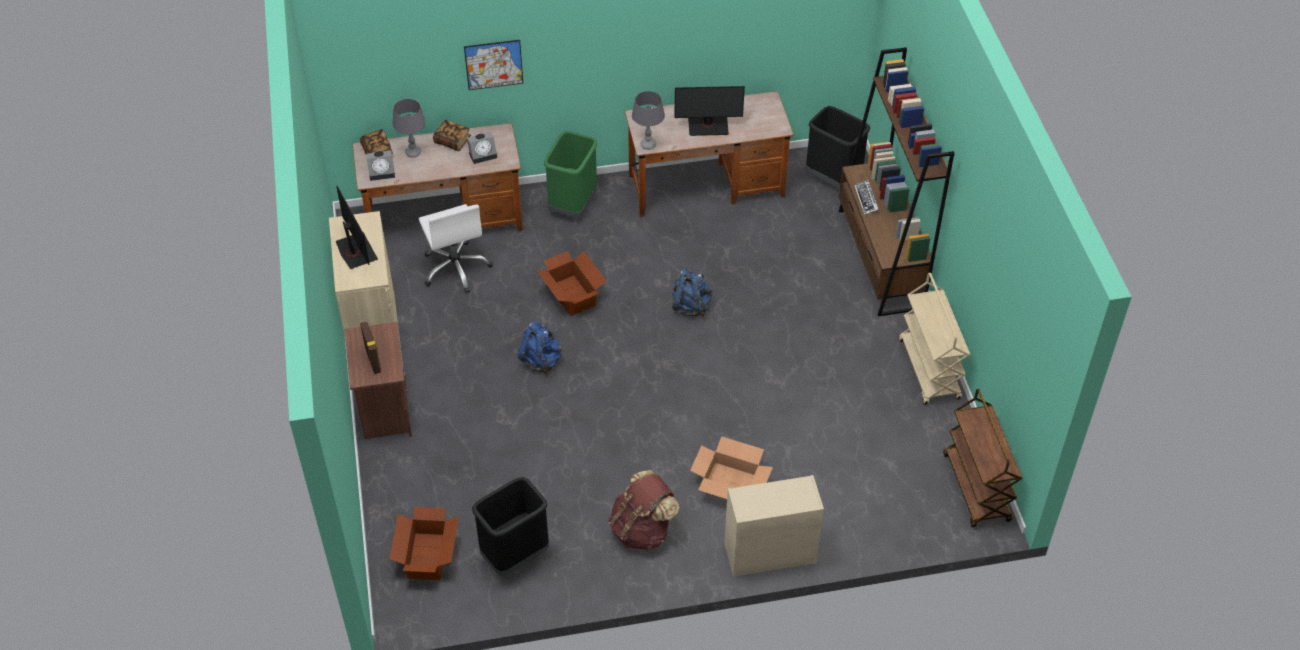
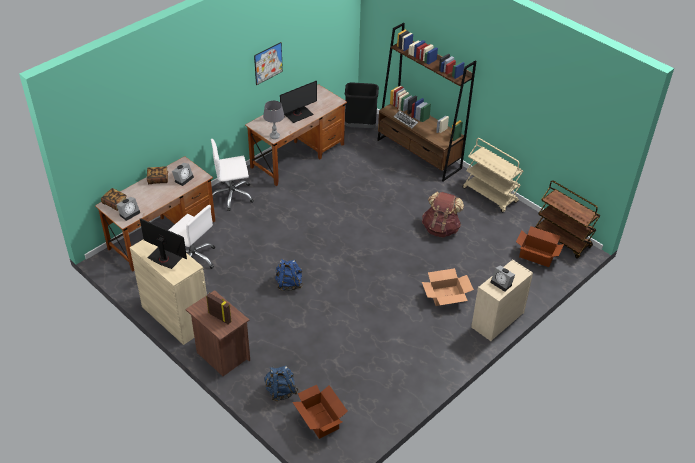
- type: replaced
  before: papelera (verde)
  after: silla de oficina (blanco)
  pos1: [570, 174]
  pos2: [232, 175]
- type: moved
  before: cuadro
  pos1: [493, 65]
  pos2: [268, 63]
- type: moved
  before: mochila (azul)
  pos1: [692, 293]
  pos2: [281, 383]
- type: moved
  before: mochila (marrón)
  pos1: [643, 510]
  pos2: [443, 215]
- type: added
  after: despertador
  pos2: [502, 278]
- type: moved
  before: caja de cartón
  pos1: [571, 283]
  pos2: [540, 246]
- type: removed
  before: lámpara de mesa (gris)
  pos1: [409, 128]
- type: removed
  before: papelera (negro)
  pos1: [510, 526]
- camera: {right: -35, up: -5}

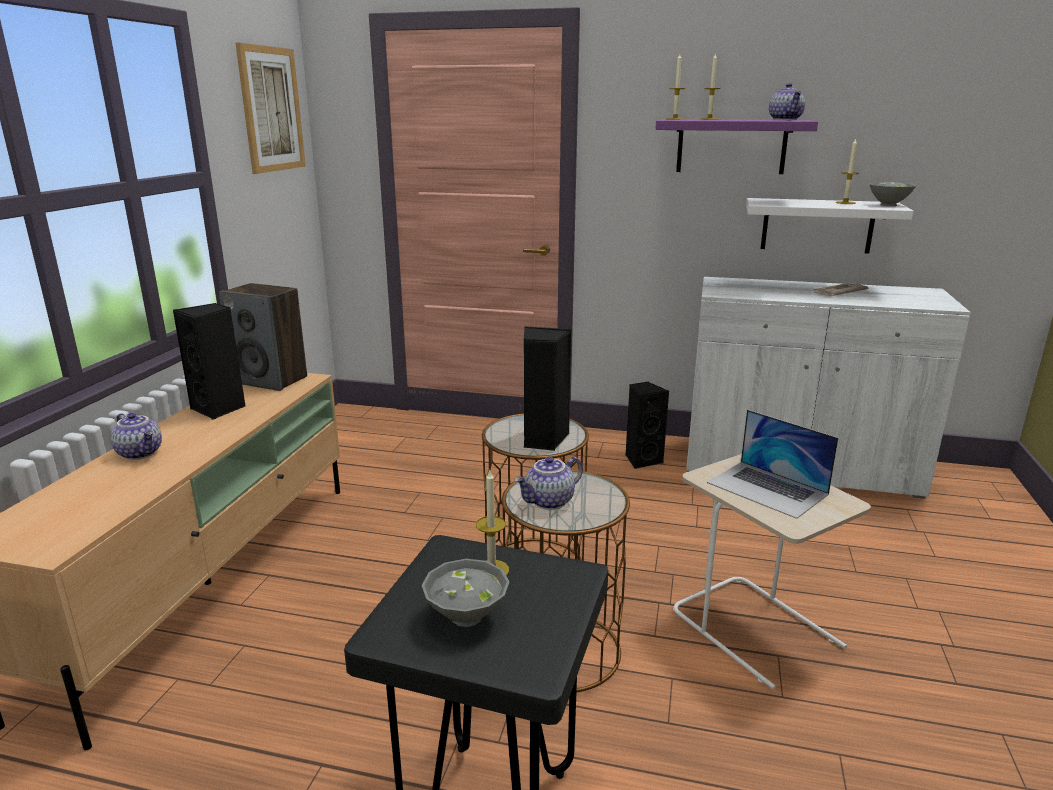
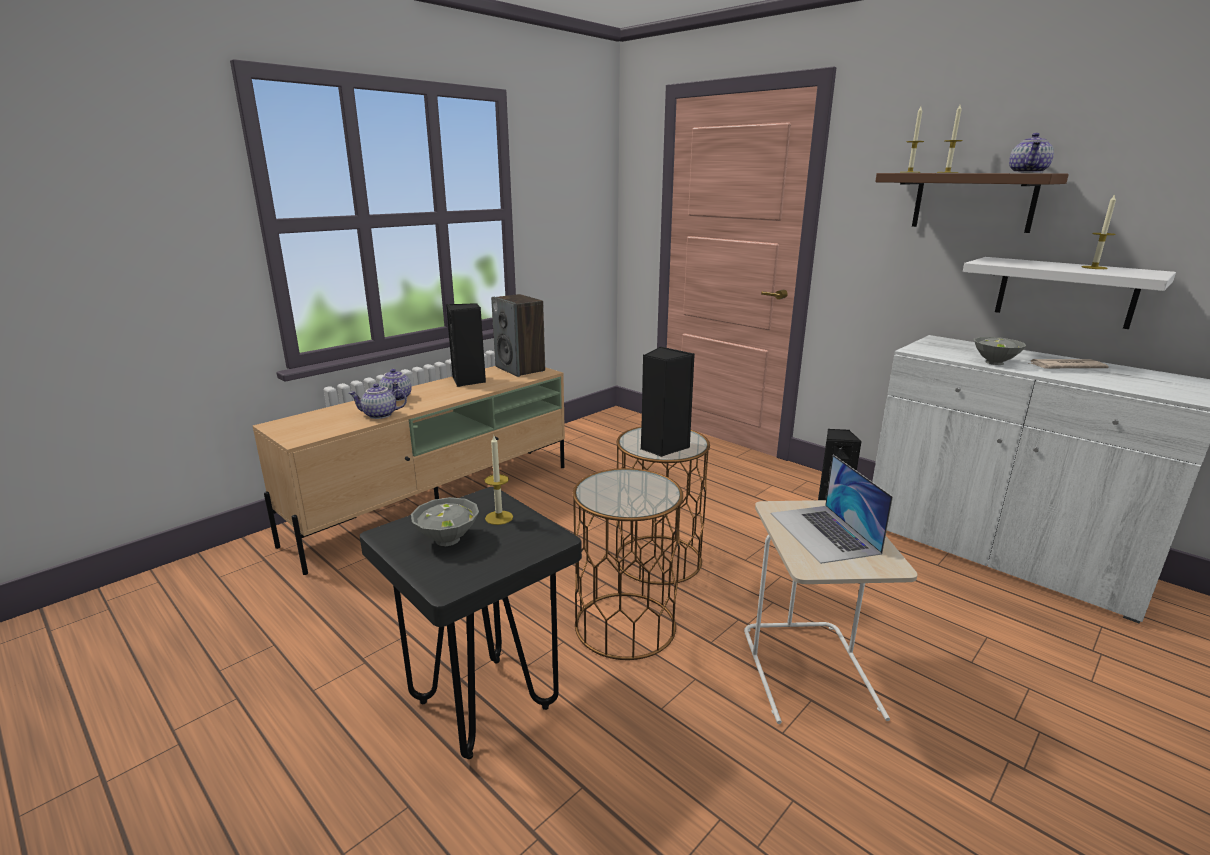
- type: moved
  before: tetera
  pos1: [548, 483]
  pos2: [377, 401]
- type: recoloured
  before: estante (morado)
  after: estante (marrón)
  pos1: [736, 146]
  pos2: [972, 203]
- type: moved
  before: cuenco (gris)
  pos1: [892, 194]
  pos2: [1000, 351]
- type: removed
  before: cuadro
  pos1: [271, 108]
- camera: {right: 30, up: 0}

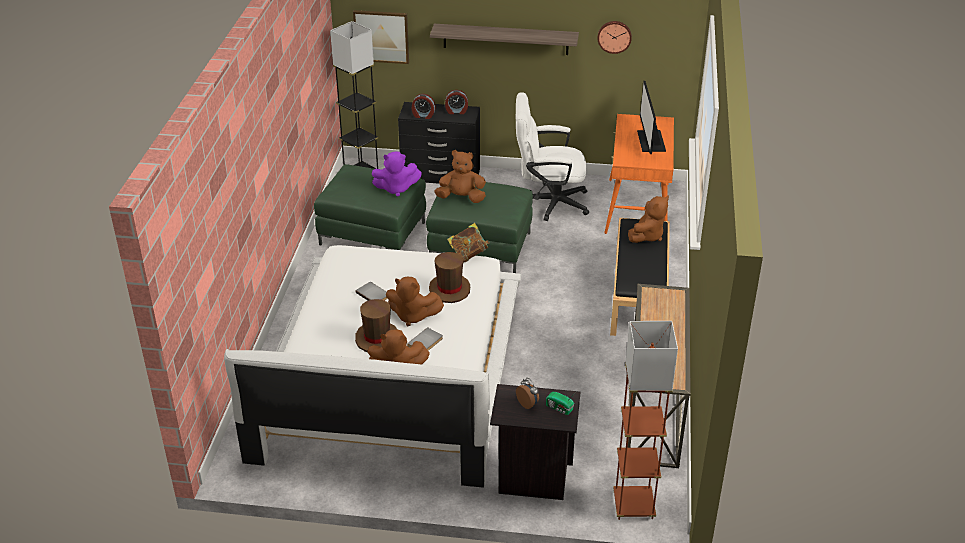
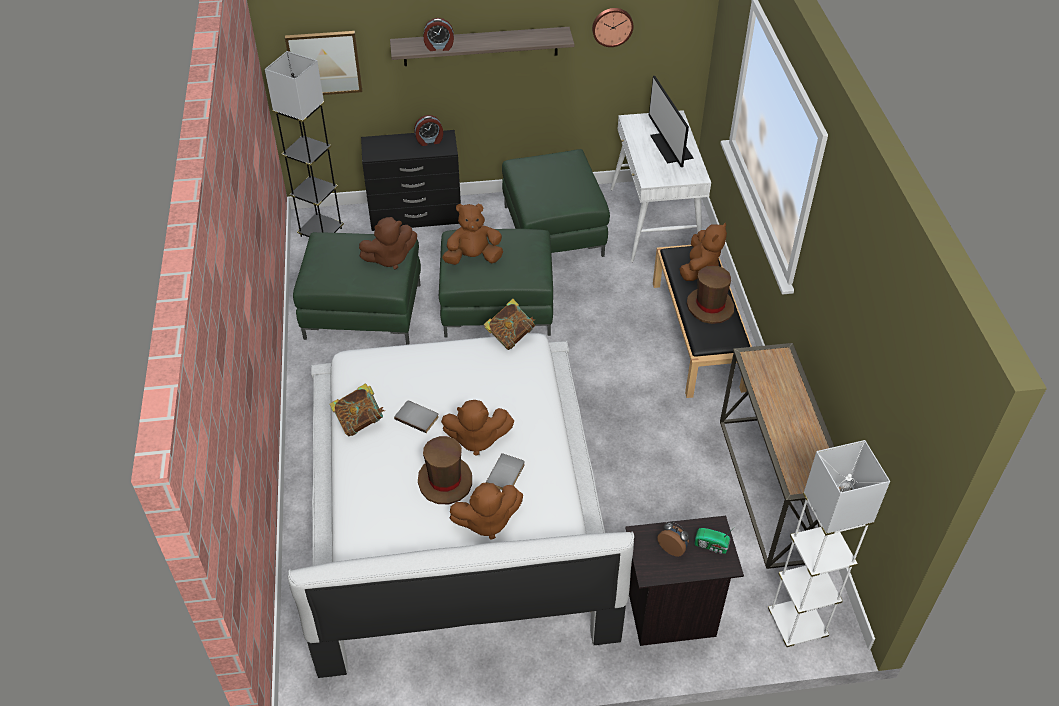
- type: added
  after: libro
  pos2: [357, 409]
- type: recoloured
  before: peluche (morado)
  after: peluche (marrón)
  pos1: [397, 174]
  pos2: [388, 243]
- type: moved
  before: despertador
  pos1: [424, 106]
  pos2: [439, 34]
- type: replaced
  before: silla de oficina (blanco)
  after: puf (verde)
  pos1: [552, 156]
  pos2: [556, 203]
- type: recoloured
  before: escritorio (naranja)
  after: escritorio (blanco)
  pos1: [639, 174]
  pos2: [660, 186]
- type: moved
  before: sombrero (marrón)
  pos1: [449, 277]
  pos2: [710, 295]
- type: recoloured
  before: lámpara de pie (marrón)
  after: lámpara de pie (blanco)
  pos1: [645, 420]
  pos2: [829, 544]
- camera: {right: -15, up: 10}

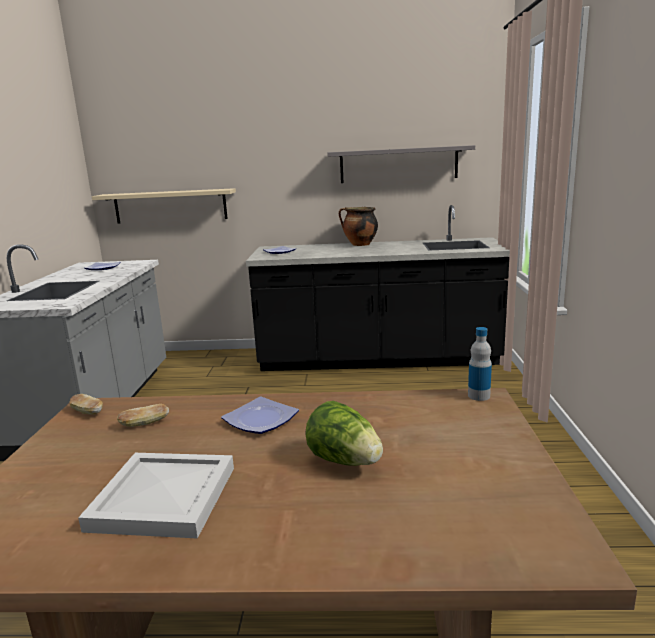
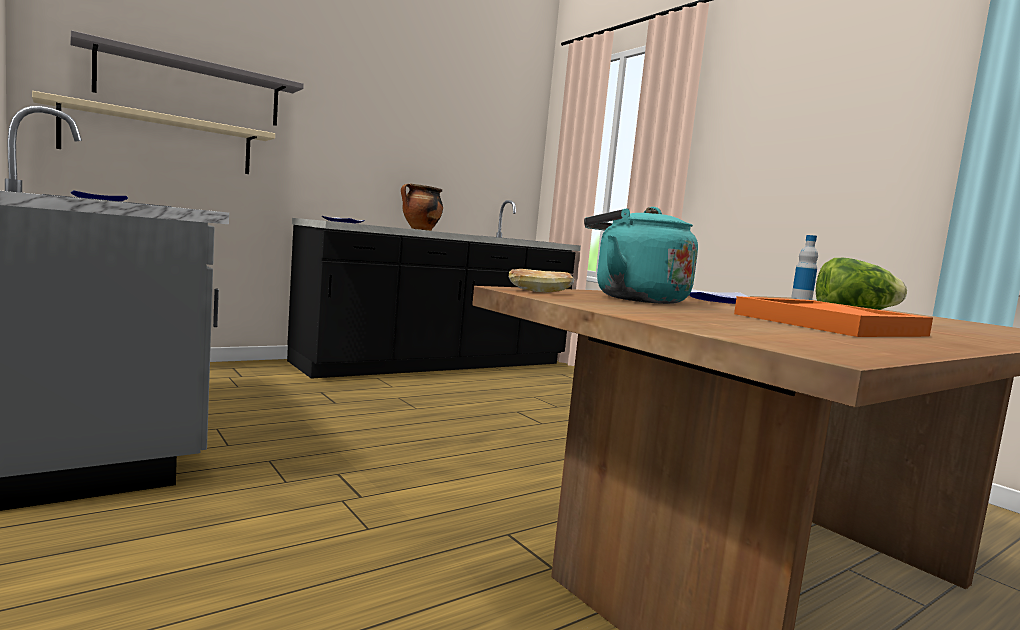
- type: moved
  before: estante (gris)
  pos1: [401, 164]
  pos2: [187, 78]
- type: replaced
  before: pan
  after: hervidor (turquesa)
  pos1: [143, 415]
  pos2: [641, 255]
- type: recoloured
  before: bandeja (blanco)
  after: bandeja (naranja)
  pos1: [156, 496]
  pos2: [833, 316]
- camera: {right: -40, up: -10}

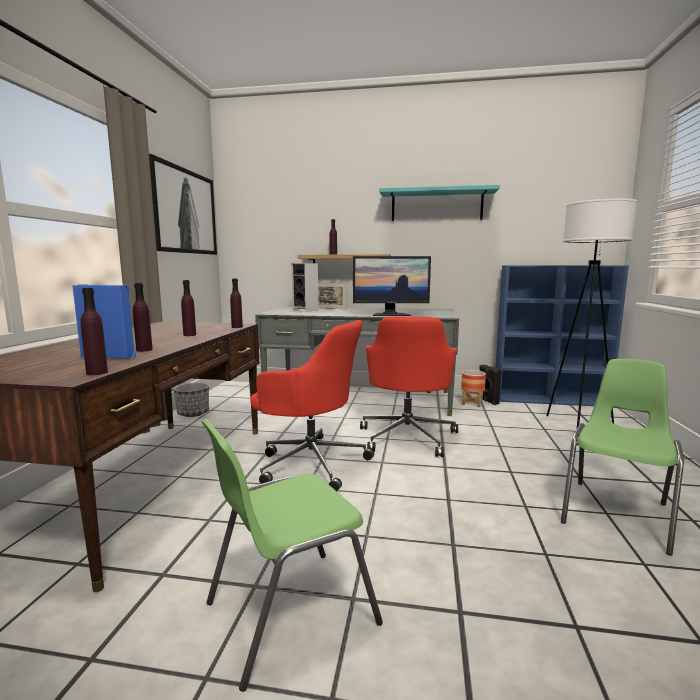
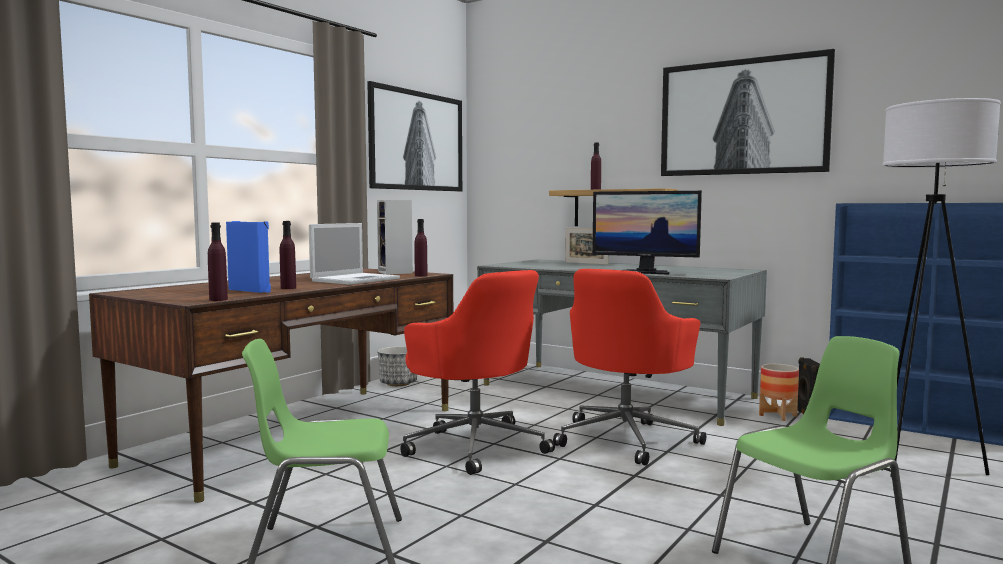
- type: replaced
  before: botella (morado)
  after: portátil
  pos1: [188, 308]
  pos2: [354, 254]
- type: moved
  before: altavoz
  pos1: [304, 287]
  pos2: [395, 237]
- type: replaced
  before: estante (turquesa)
  after: cuadro
  pos1: [439, 203]
  pos2: [748, 112]
- camera: {right: 25, up: -5}

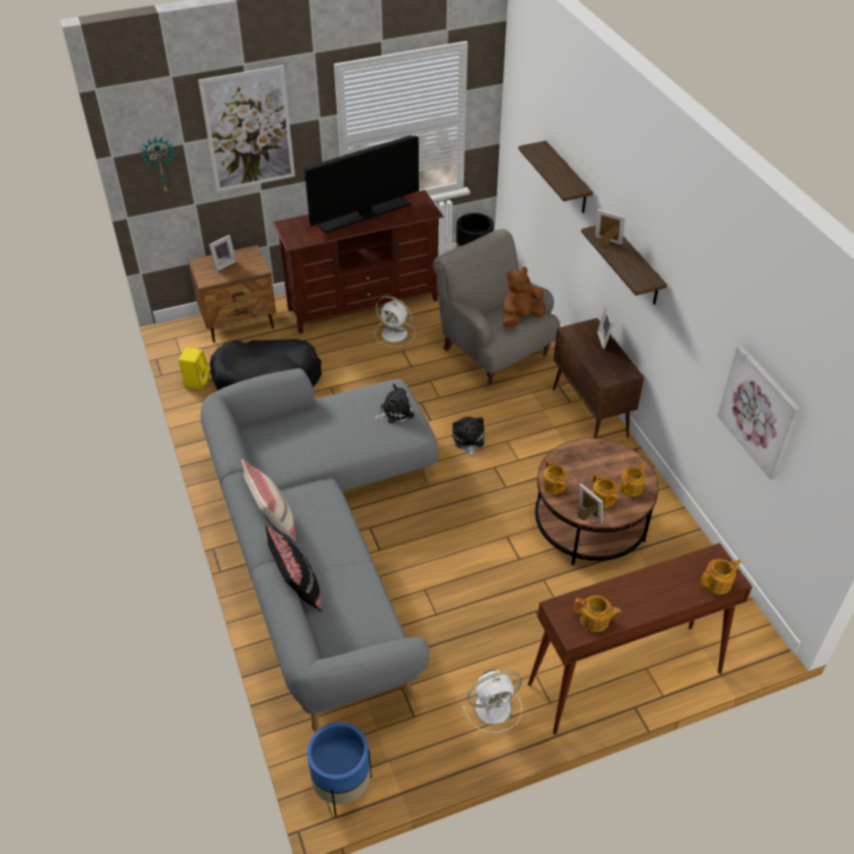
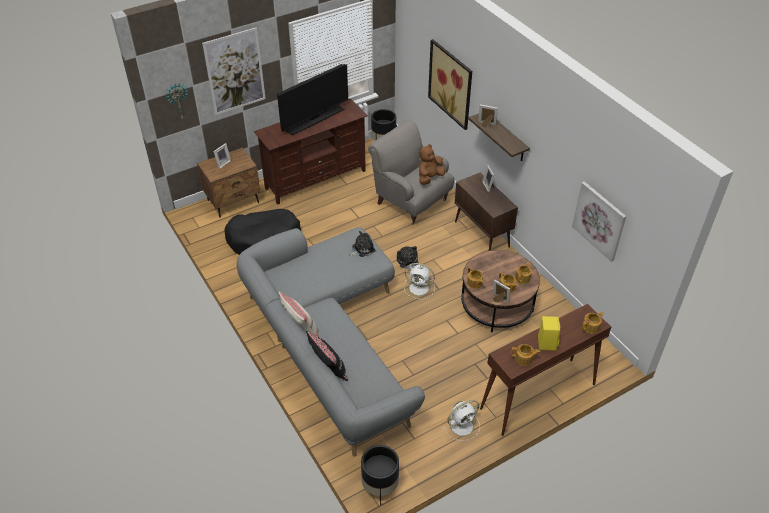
- type: recoloured
  before: maceta (azul)
  after: maceta (negro)
  pos1: [339, 769]
  pos2: [380, 475]
- type: moved
  before: ventilador (blanco)
  pos1: [395, 321]
  pos2: [419, 281]
- type: replaced
  before: estante
  after: cuadro
  pos1: [555, 177]
  pos2: [450, 84]
- type: moved
  before: altavoz (amarillo)
  pos1: [194, 368]
  pos2: [549, 333]
- camera: {right: -10, up: 0}

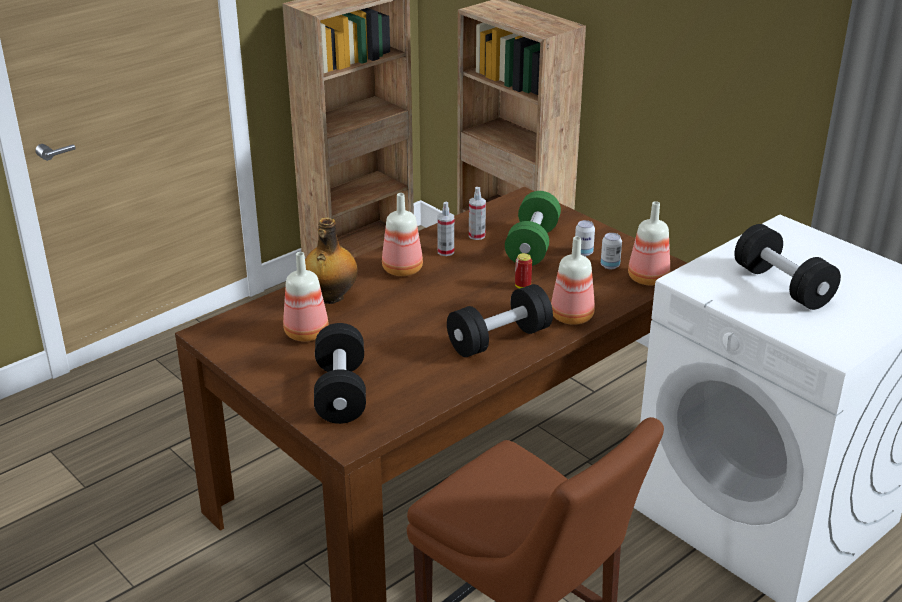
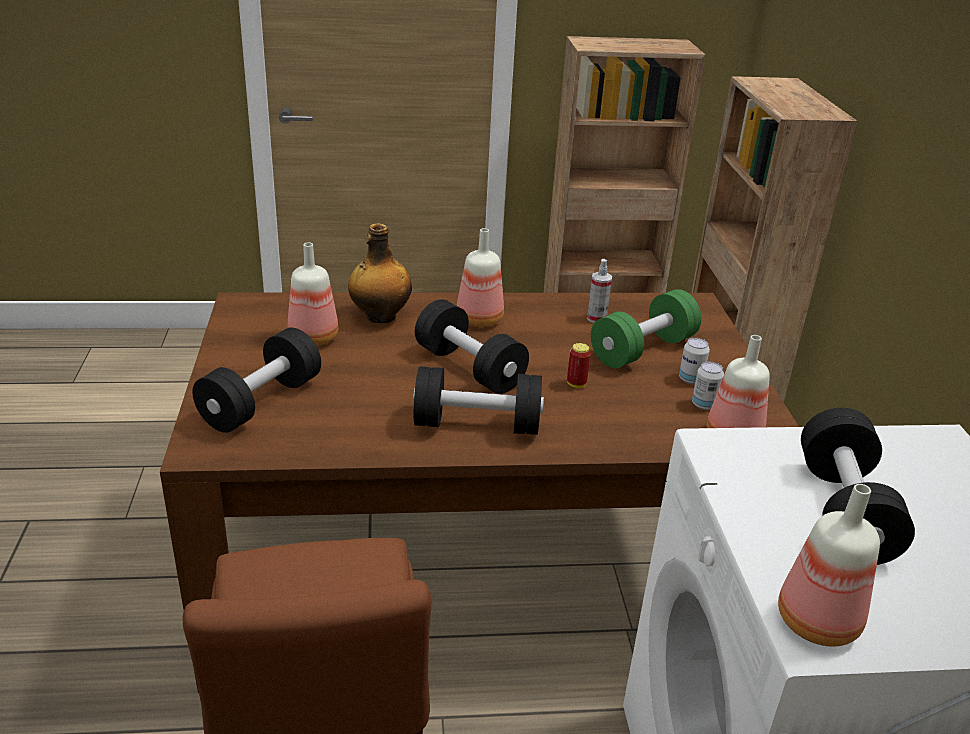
- type: added
  after: mancuerna (negro)
  pos2: [472, 346]
- type: moved
  before: botella
  pos1: [573, 280]
  pos2: [829, 565]
- type: removed
  before: pulverizador
  pos1: [445, 229]
- camera: {right: 35, up: 0}

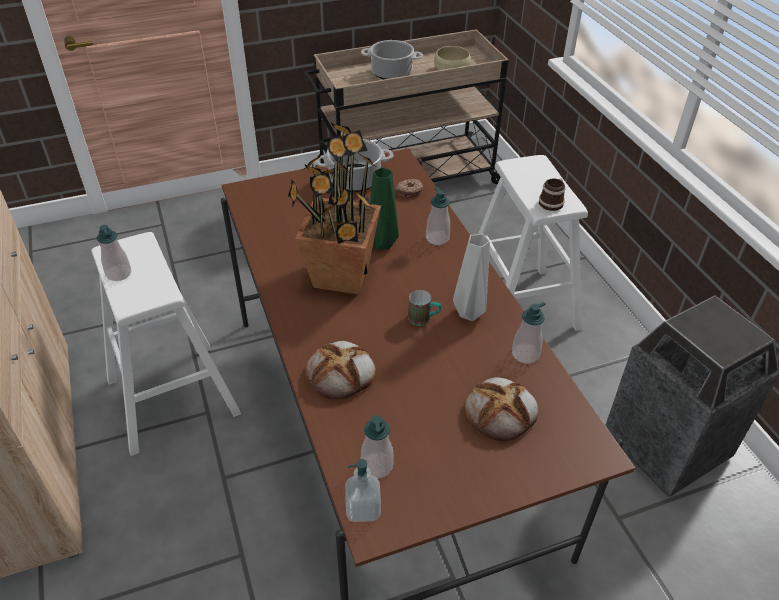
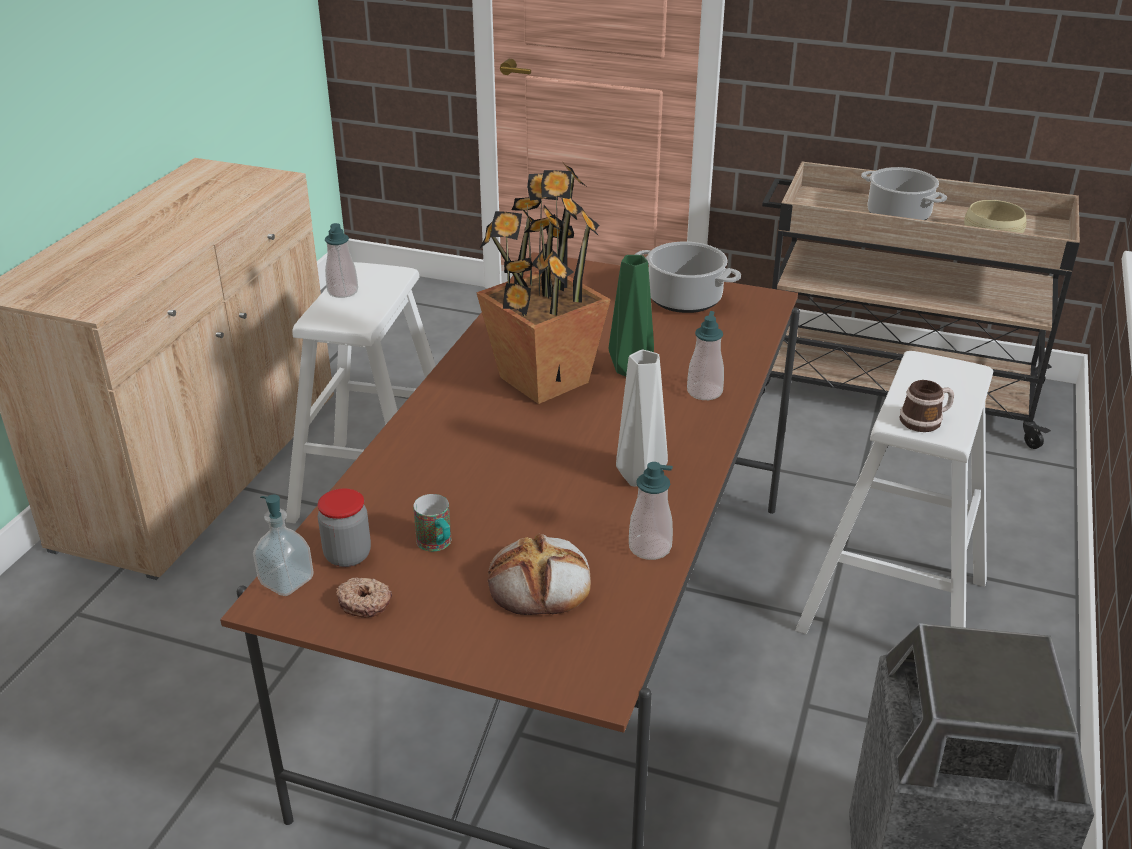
- type: replaced
  before: dispensador de jabón
  after: tarro
  pos1: [377, 447]
  pos2: [344, 527]
- type: moved
  before: rosquilla
  pos1: [409, 188]
  pos2: [364, 598]
- type: moved
  before: taza grande
  pos1: [424, 308]
  pos2: [432, 522]
- type: removed
  before: pan
  pos1: [340, 370]
- camera: {right: 40, up: -10}

